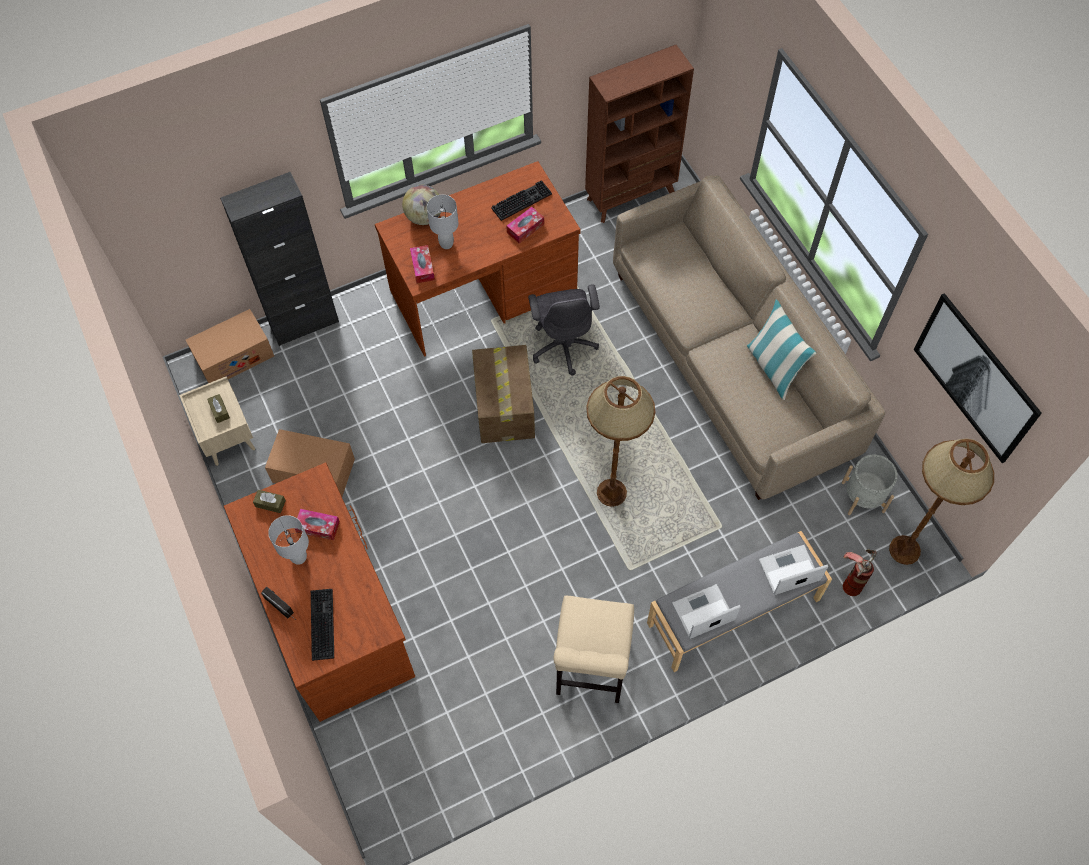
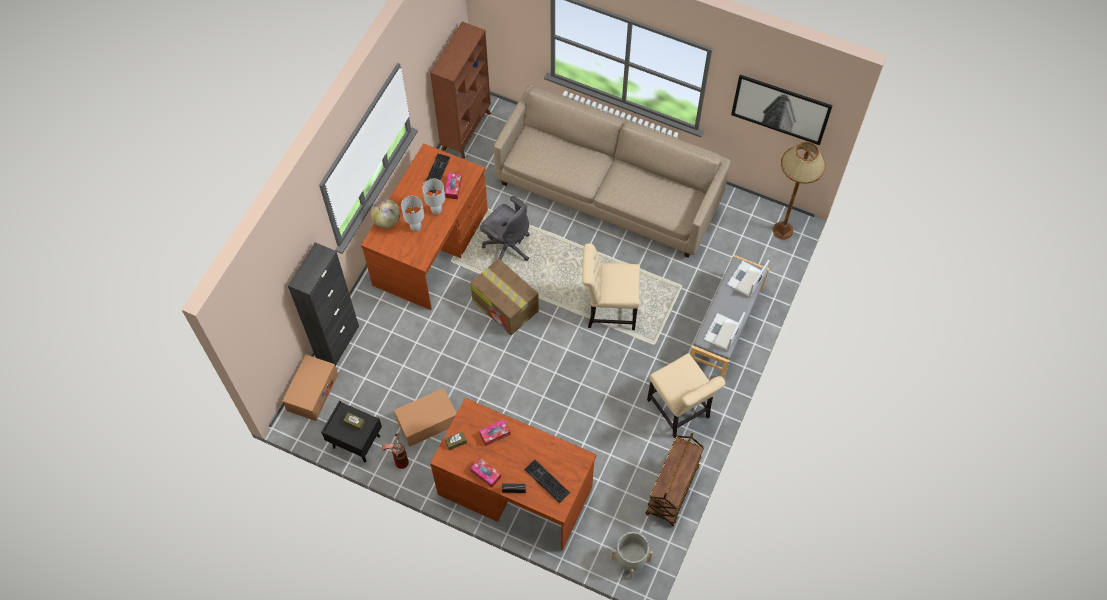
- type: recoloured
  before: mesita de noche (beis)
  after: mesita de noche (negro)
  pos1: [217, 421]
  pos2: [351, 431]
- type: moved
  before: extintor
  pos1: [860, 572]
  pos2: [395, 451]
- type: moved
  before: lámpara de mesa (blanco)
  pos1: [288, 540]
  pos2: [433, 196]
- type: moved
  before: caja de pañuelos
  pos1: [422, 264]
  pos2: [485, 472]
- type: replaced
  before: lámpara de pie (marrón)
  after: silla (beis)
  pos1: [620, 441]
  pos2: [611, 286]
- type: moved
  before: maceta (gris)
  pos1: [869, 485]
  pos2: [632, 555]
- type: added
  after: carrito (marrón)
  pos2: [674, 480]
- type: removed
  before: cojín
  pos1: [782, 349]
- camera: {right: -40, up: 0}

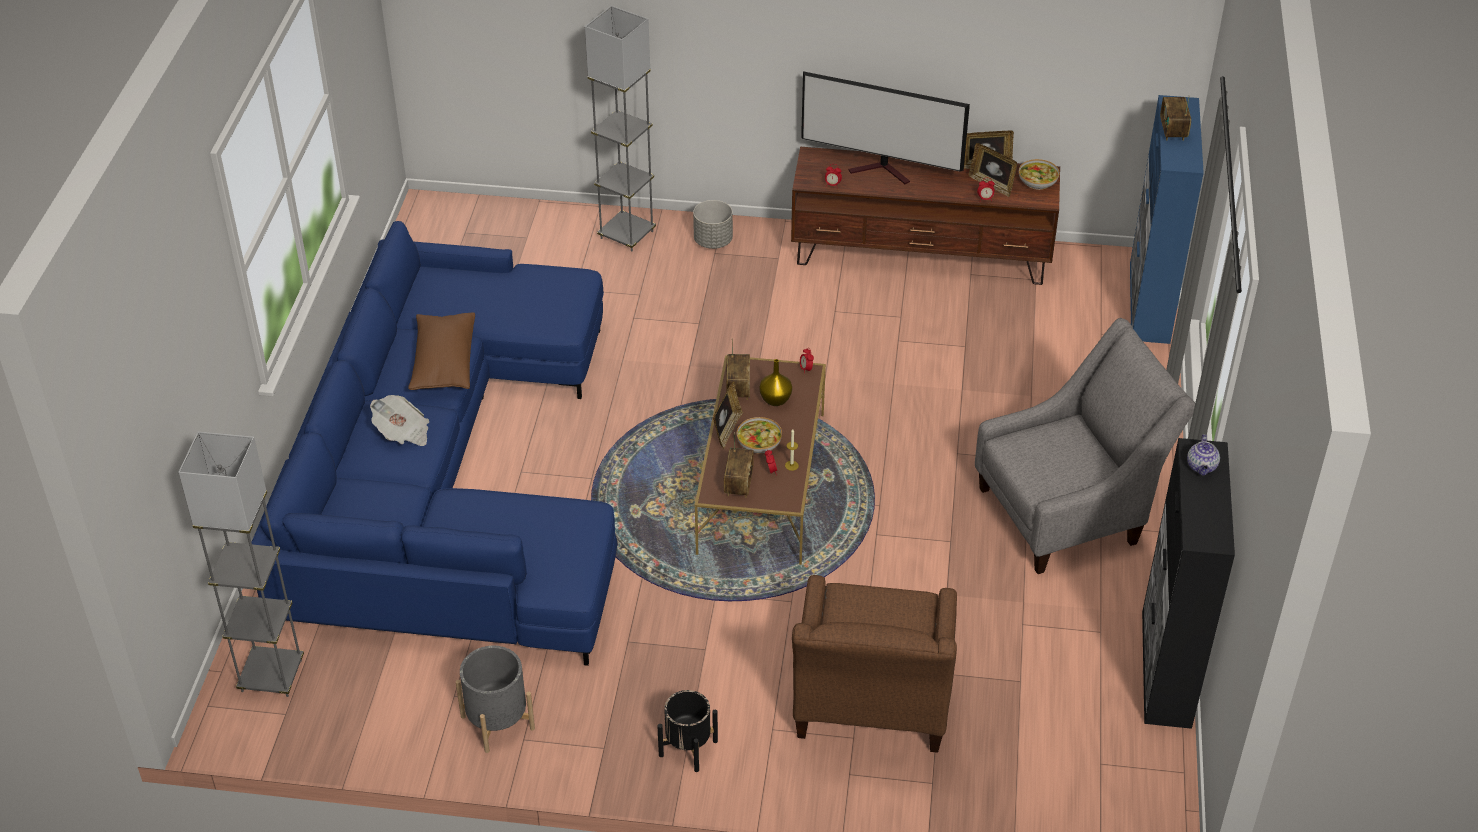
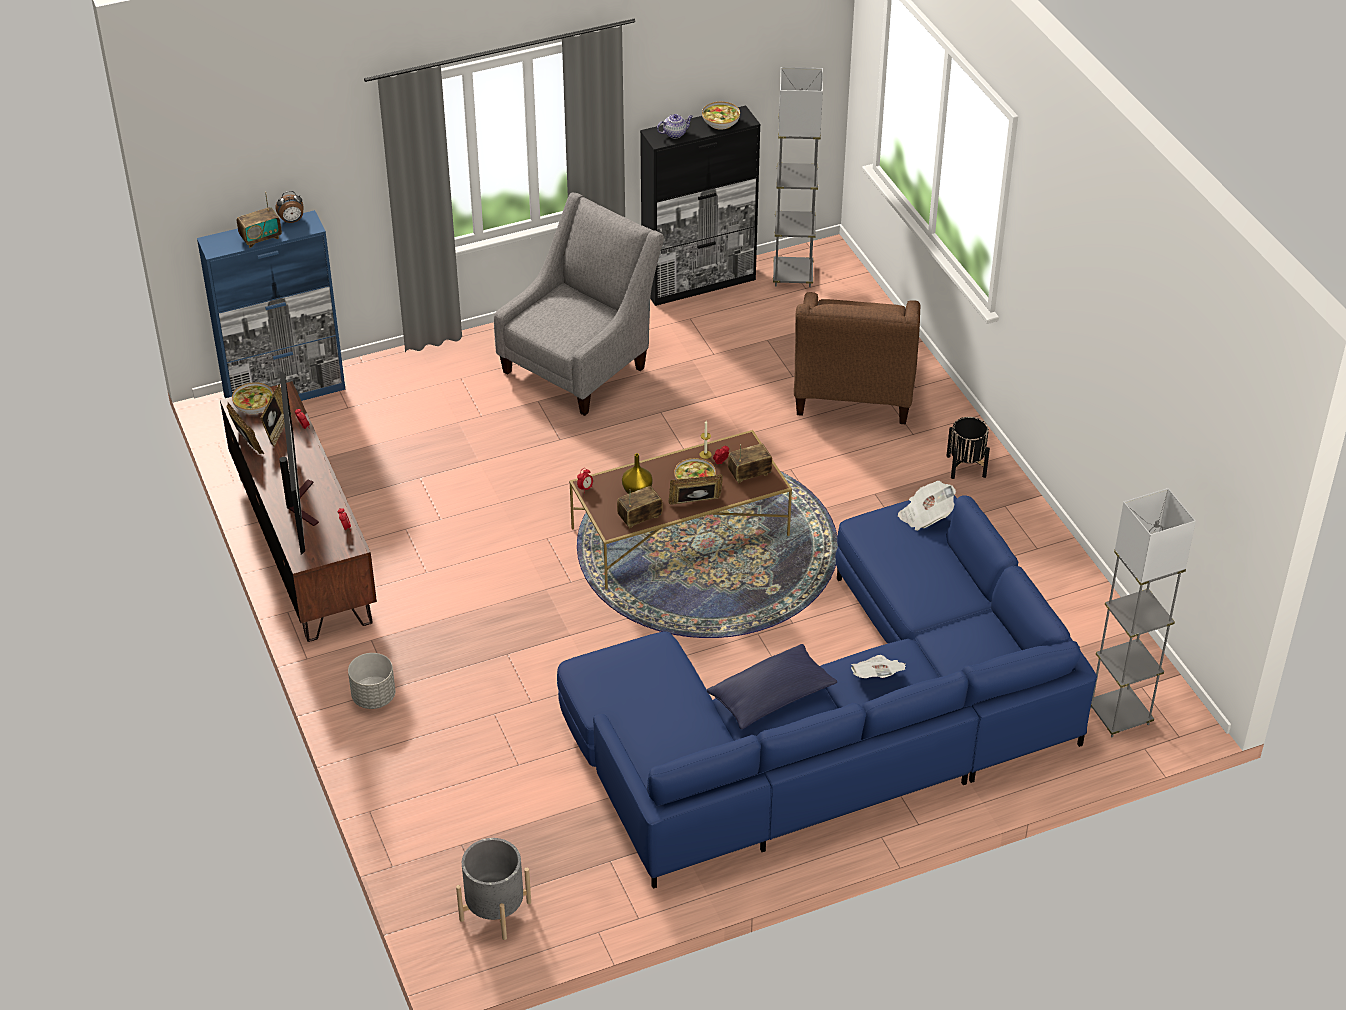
- type: added
  after: despertador
  pos2: [289, 207]
- type: moved
  before: maceta (gris)
  pos1: [495, 699]
  pos2: [493, 889]
- type: turned
  before: sillón (gris)
  pos1: [1085, 446]
  pos2: [579, 304]
  turn: 90
- type: added
  after: cuenco
  pos2: [721, 116]
- type: recoloured
  before: cojín (marrón)
  after: cojín (azul)
  pos1: [441, 351]
  pos2: [772, 686]
- type: moved
  before: lámpara de pie (gris)
  pos1: [620, 128]
  pos2: [798, 177]
- type: turned
  before: sillón (marrón)
  pos1: [874, 664]
  pos2: [857, 358]
  turn: 120
- type: added
  after: periódico
  pos2: [927, 506]
- camera: {right: -120, up: 0}

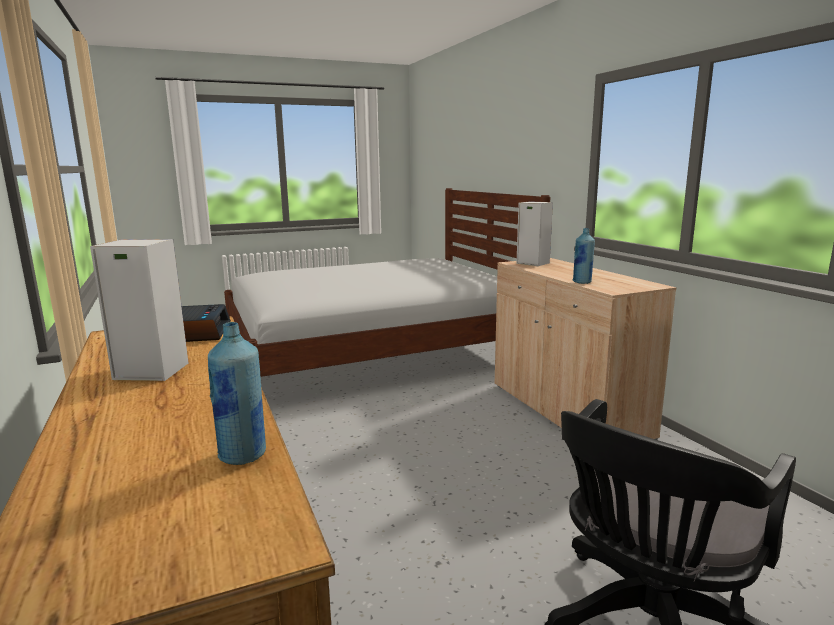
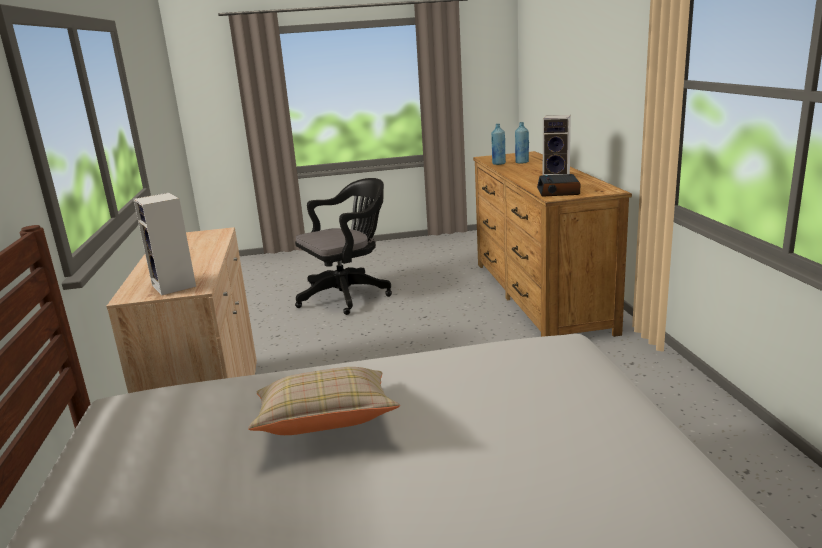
- type: added
  after: cojín (beis)
  pos2: [324, 401]
- type: moved
  before: botella (azul)
  pos1: [584, 256]
  pos2: [522, 143]
- camera: {right: -165, up: 5}

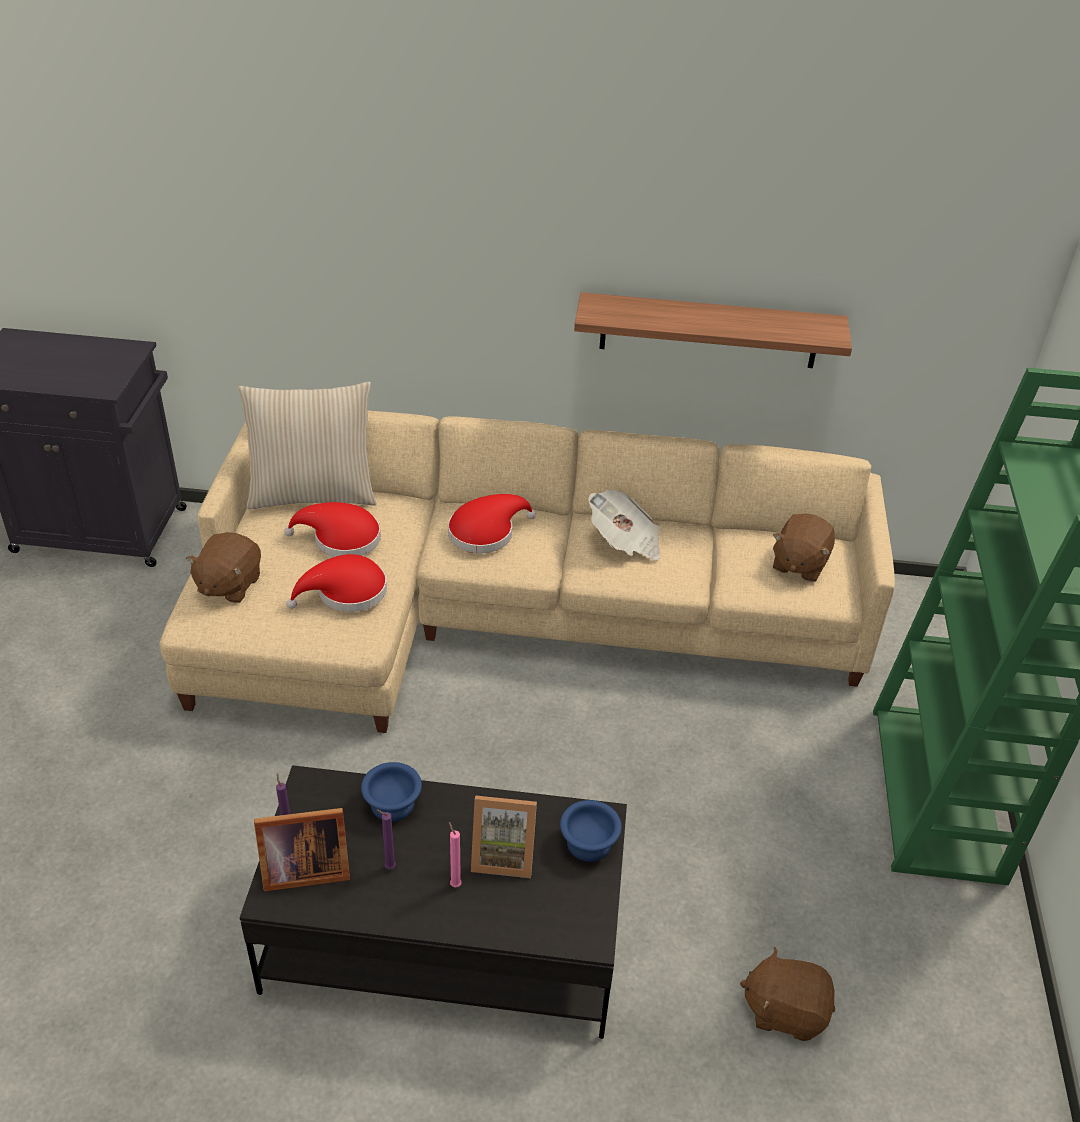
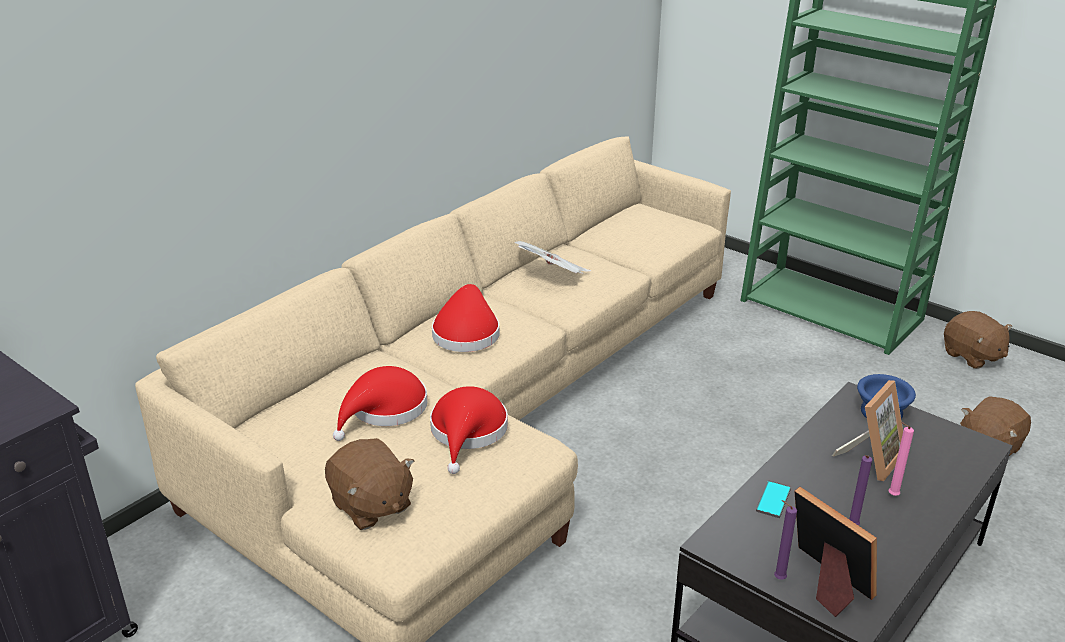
- type: replaced
  before: cuenco (azul)
  after: móvil
  pos1: [391, 792]
  pos2: [773, 499]
- type: turned
  before: portarretratos
  pos1: [302, 850]
  pos2: [835, 552]
  turn: -60
- type: moved
  before: peluche (marrón)
  pos1: [804, 548]
  pos2: [978, 340]
- type: removed
  before: cojín (beis)
  pos1: [307, 445]
- type: removed
  before: estante
  pos1: [713, 330]
- camera: {right: -55, up: -10}

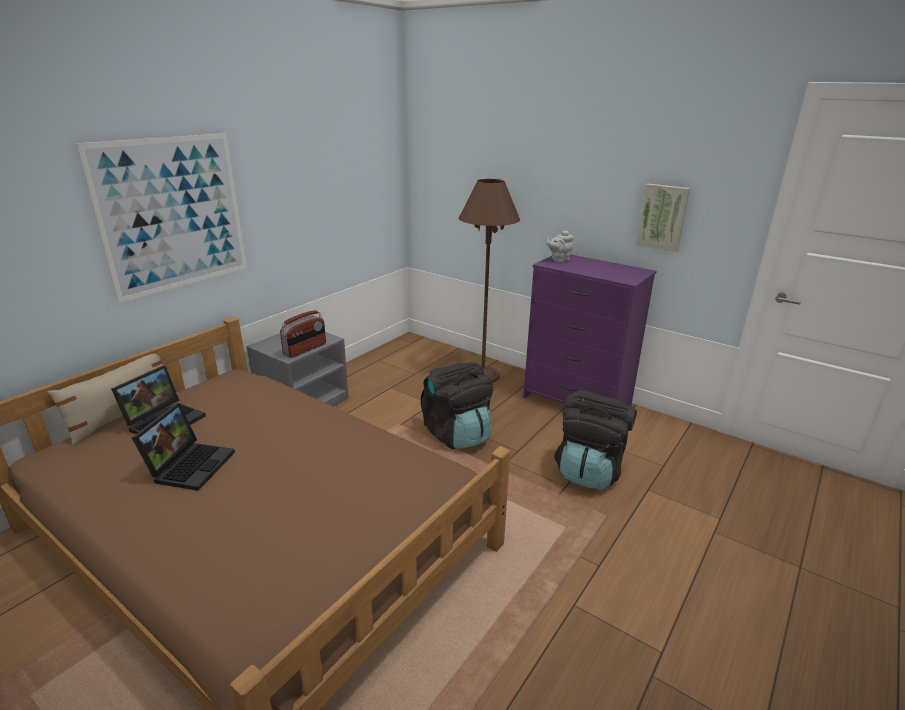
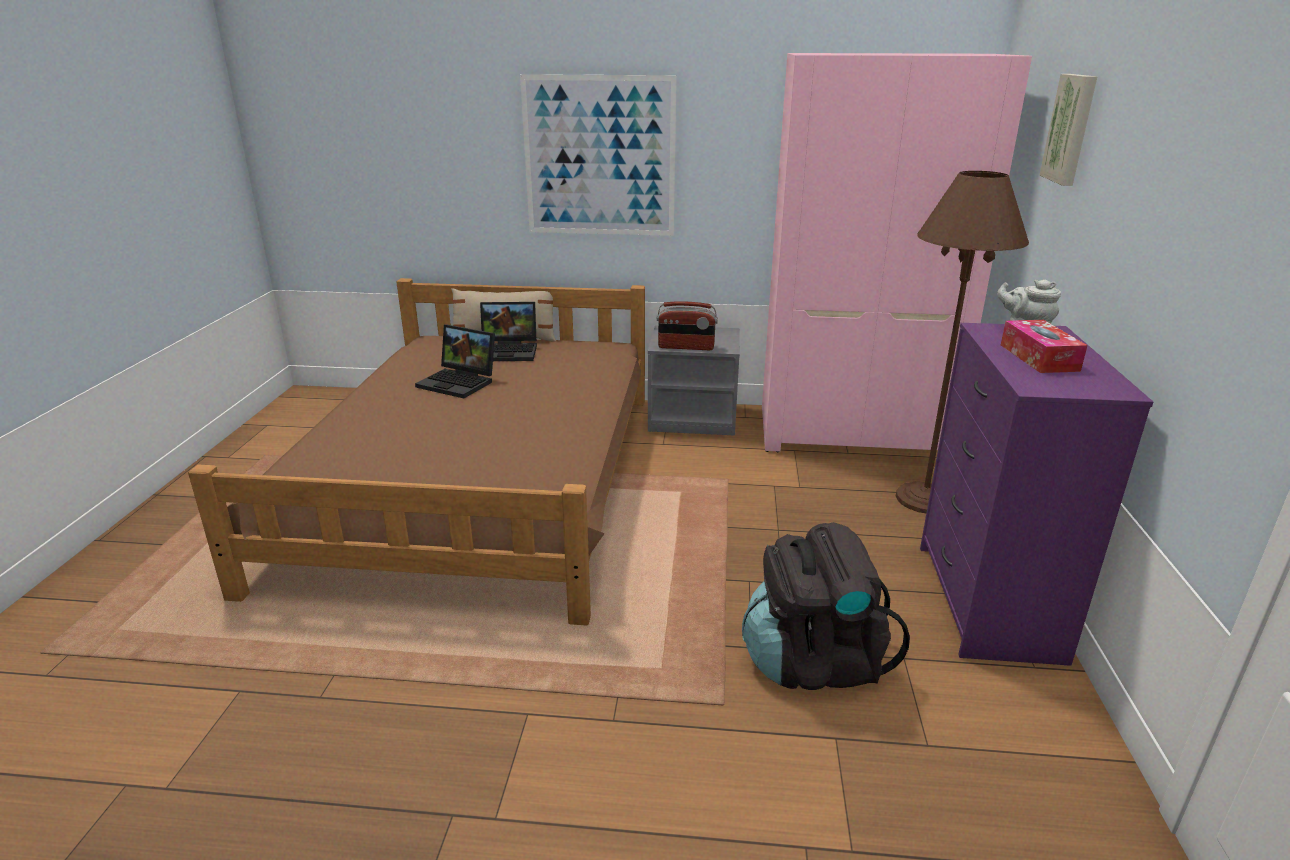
- type: turned
  before: portátil
  pos1: [183, 447]
  pos2: [455, 361]
  turn: 45
- type: added
  after: armario ropero (rosa)
  pos2: [897, 252]
- type: added
  after: caja de pañuelos
  pos2: [1044, 346]
- type: moved
  before: cuadro
  pos1: [663, 218]
  pos2: [1068, 130]
- type: removed
  before: mochila (negro)
  pos1: [457, 405]
- camera: {right: 60, up: 0}

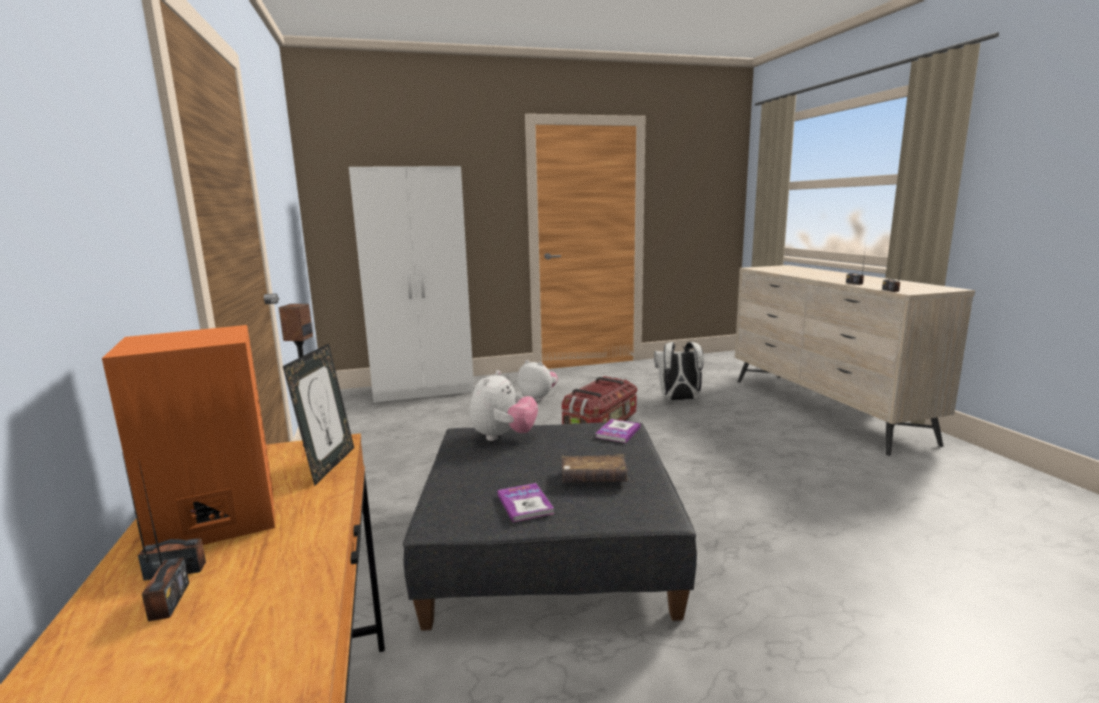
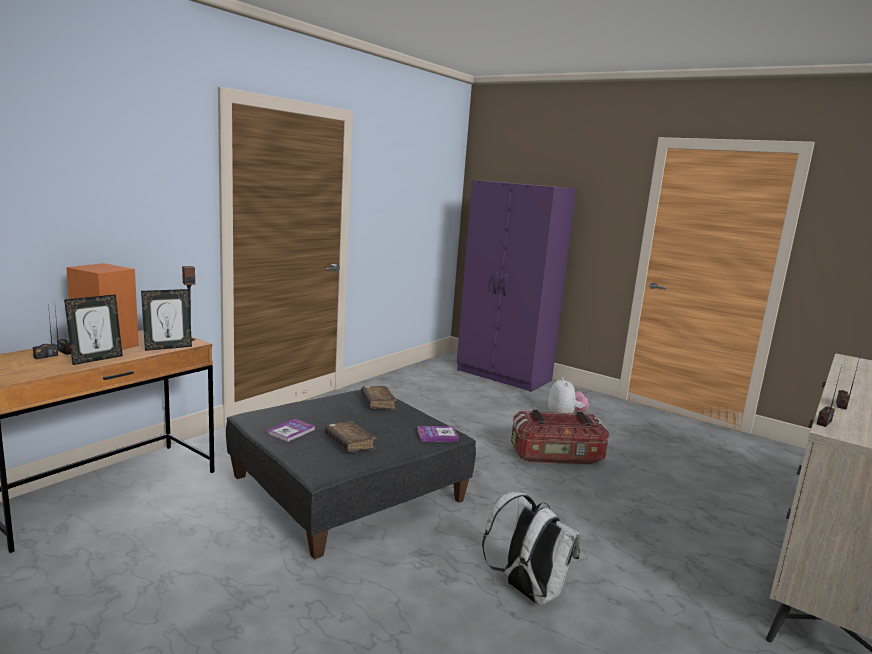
- type: added
  after: portarretratos
  pos2: [93, 329]
- type: replaced
  before: peluche
  after: libro (marrón)
  pos1: [504, 405]
  pos2: [379, 398]
- type: recoloured
  before: armario ropero (blanco)
  after: armario ropero (morado)
  pos1: [411, 284]
  pos2: [517, 286]
- type: moved
  before: mochila (blanco)
  pos1: [678, 371]
  pos2: [531, 548]
- camera: {right: 50, up: 0}

